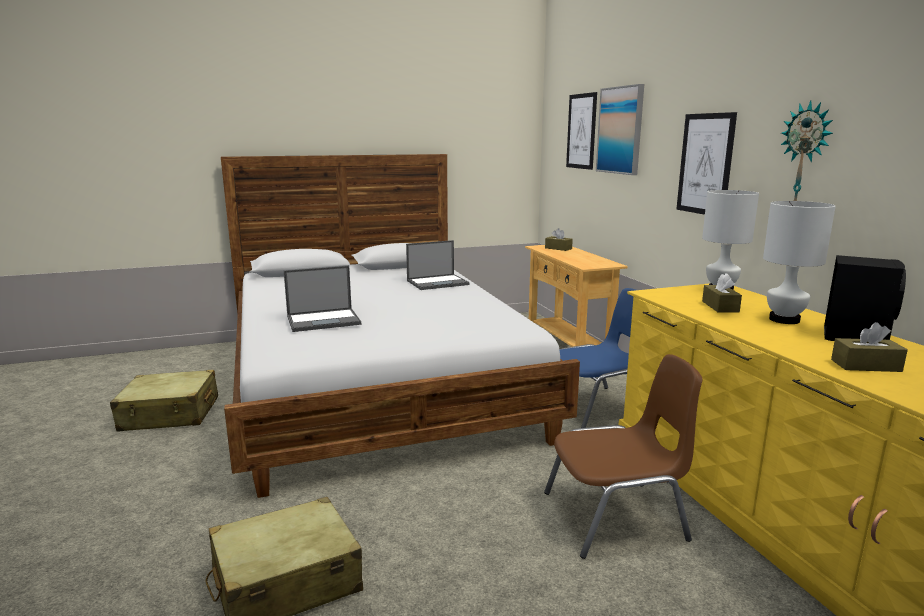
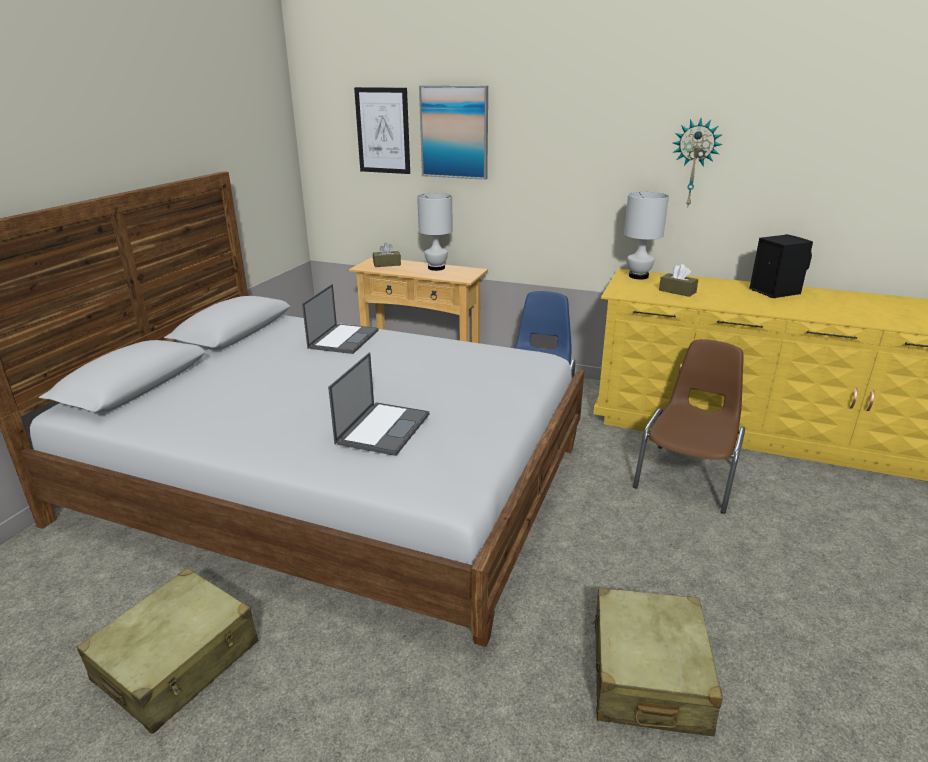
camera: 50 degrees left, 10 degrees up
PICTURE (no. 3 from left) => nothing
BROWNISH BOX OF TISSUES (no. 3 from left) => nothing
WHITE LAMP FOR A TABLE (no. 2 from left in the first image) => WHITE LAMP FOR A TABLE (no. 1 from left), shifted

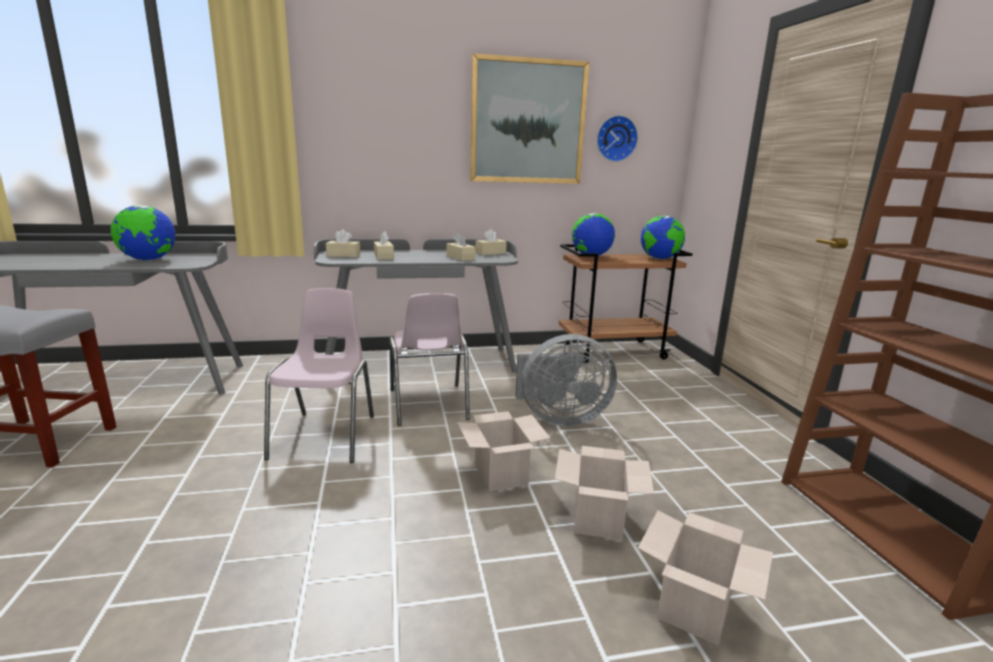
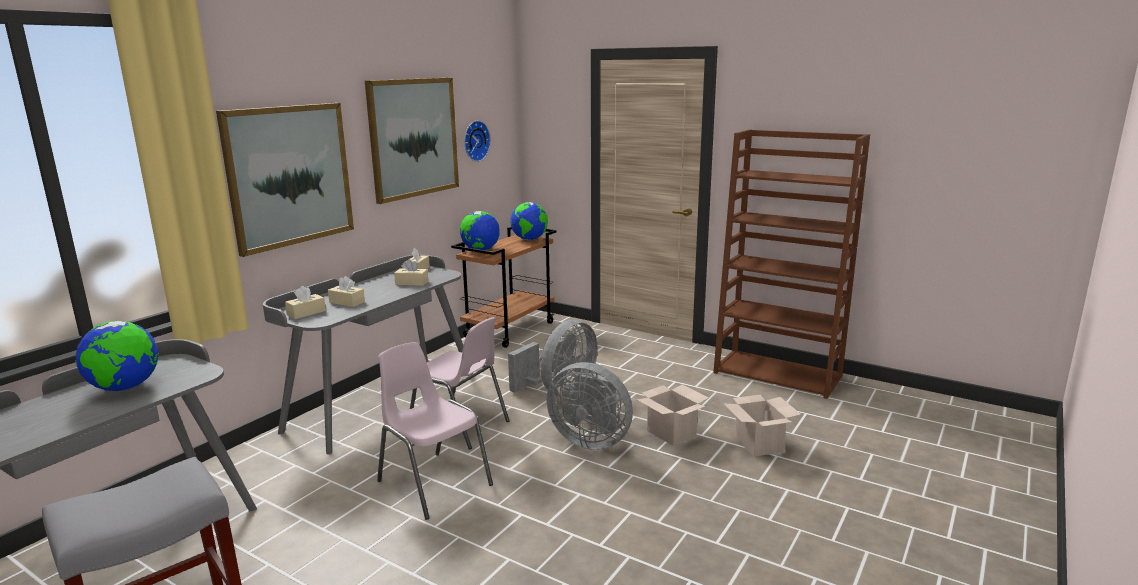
camera: 45 degrees left, 0 degrees up
nothing => PICTURE (no. 1 from left)
CARDBOARD BOX (no. 1 from left) => GRAY ELECTRIC FAN (no. 2 from left)

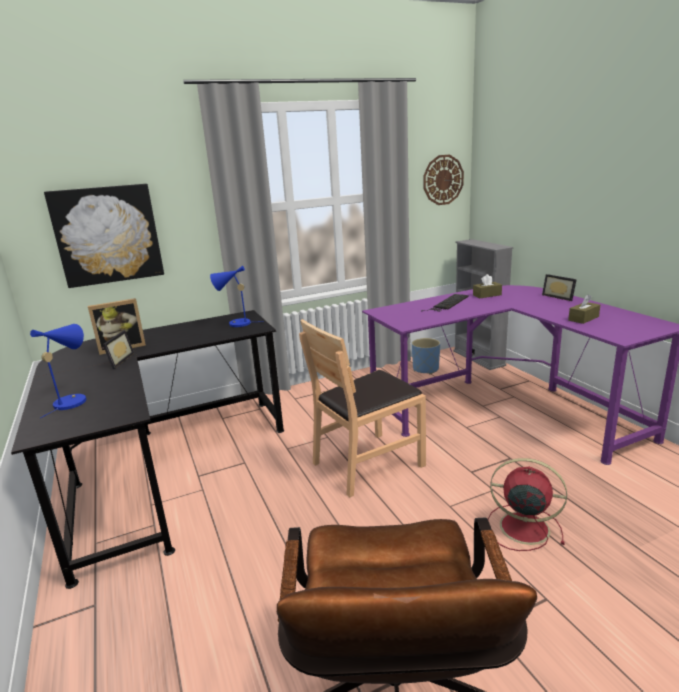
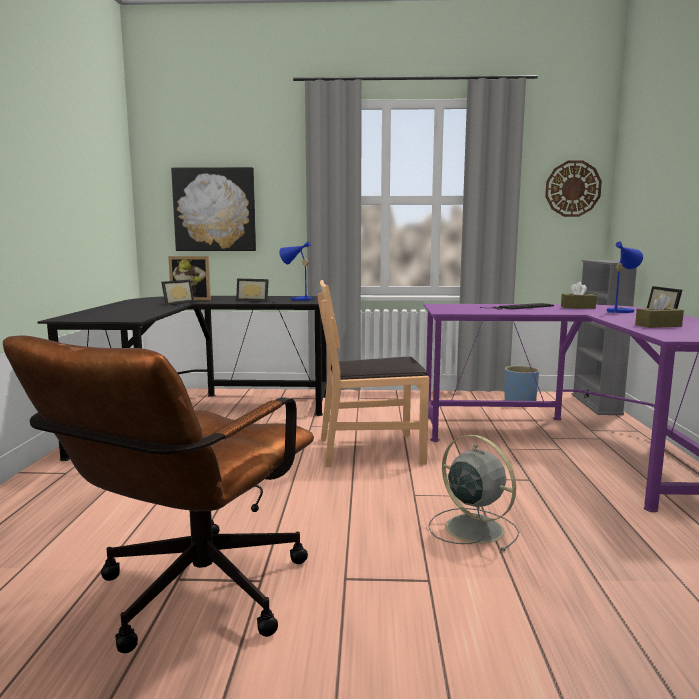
camera: 25 degrees right, 10 degrees down
nothing => PICTURE FRAME (no. 3 from left)
BLUE-COLOURED LAMP FOR A TABLE (no. 1 from left in the first image) => BLUE-COLOURED LAMP FOR A TABLE (no. 2 from left), shifted
RED-COLOURED ELECTRIC FAN => GRAY ELECTRIC FAN

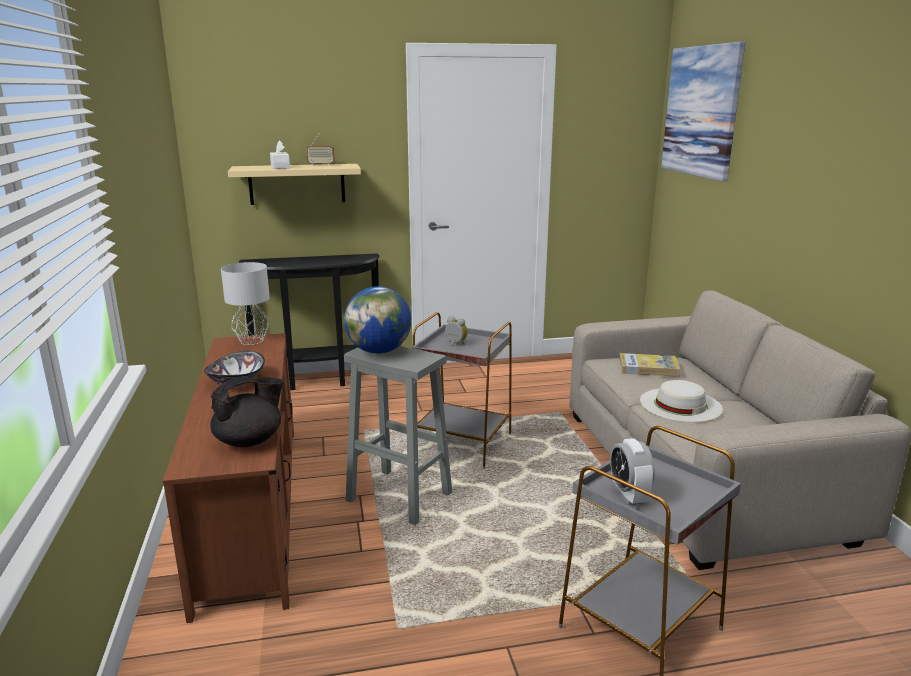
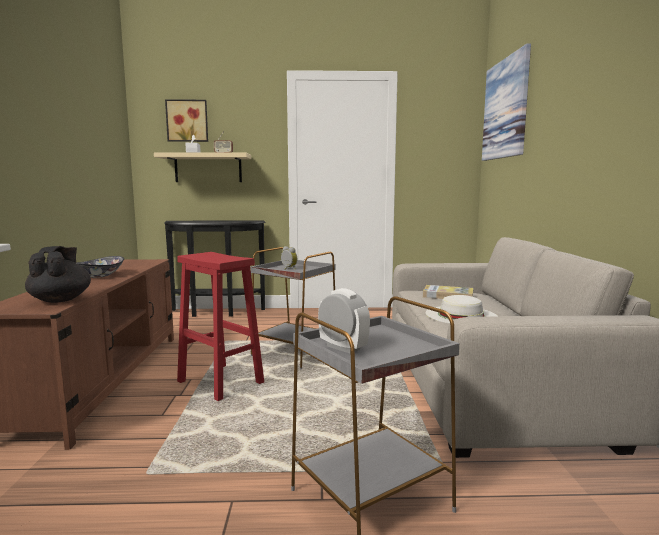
camera: 10 degrees right, 10 degrees down
GRAY LAMP FOR A TABLE => nothing
DESK GLOBE => nothing
nothing => PICTURE (no. 1 from left)
GRAY STOOL SEAT => RED-COLOURED STOOL SEAT
BLACK TEAPOT, 75 degrees counterclockwise
TABLE CLOCK (no. 2 from left), 135 degrees clockwise

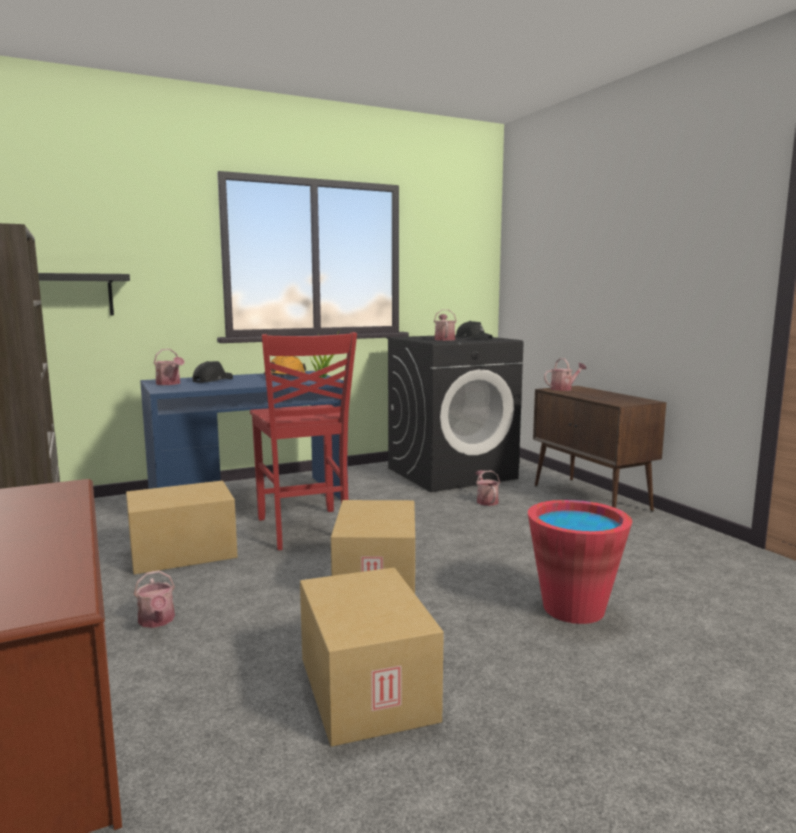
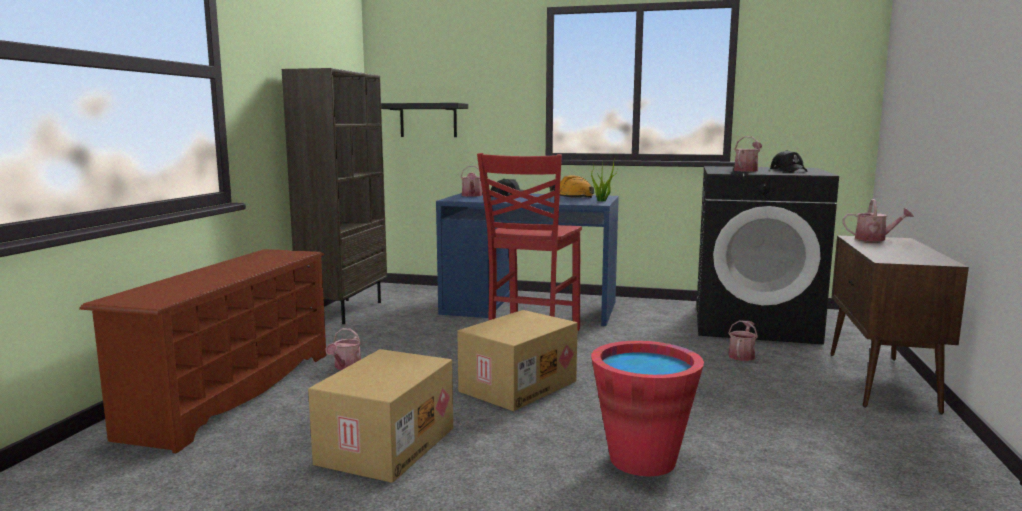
camera: 40 degrees right, 0 degrees up
CARDBOARD BOX (no. 1 from left) => nothing

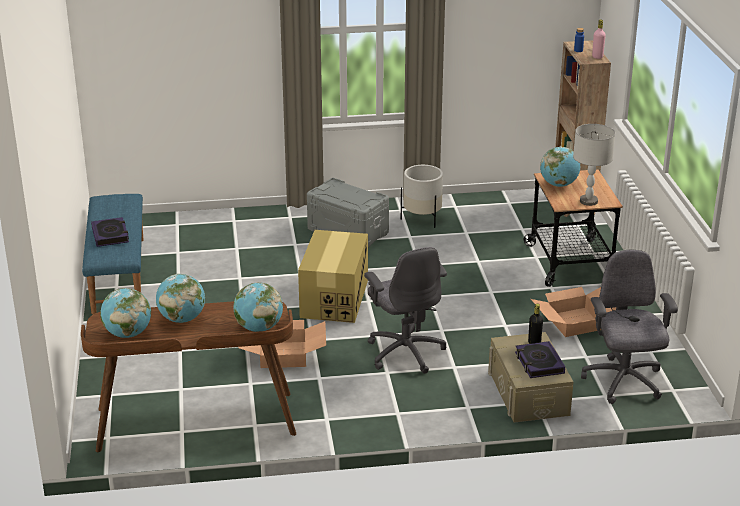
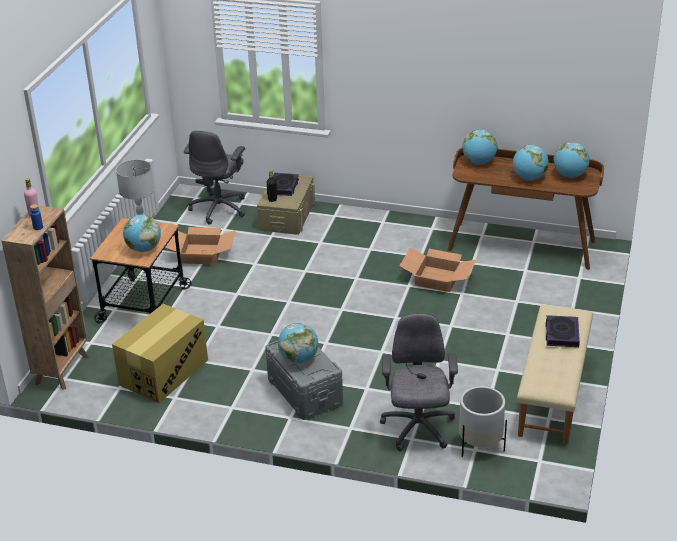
camera: 155 degrees left, 5 degrees up
nothing => DESK GLOBE (no. 2 from left)
CARDBOARD BOX (no. 2 from left in the first image) => CARDBOARD BOX (no. 1 from left), shifted
GRAY DESK CHAIR (no. 1 from left in the first image) => GRAY DESK CHAIR (no. 2 from left), shifted
WHITE PLANT POT, shifted
BLUE-COLOURED BENCH => BEIGE BENCH

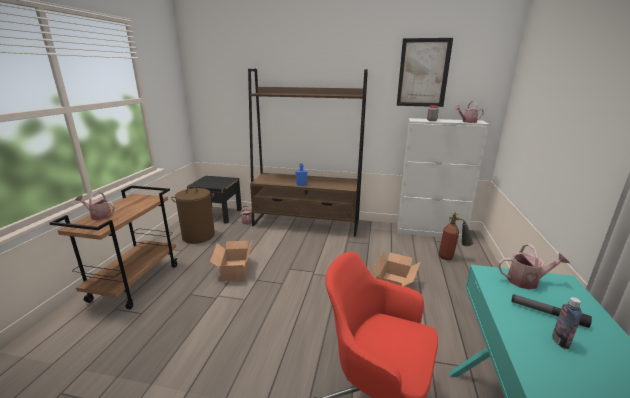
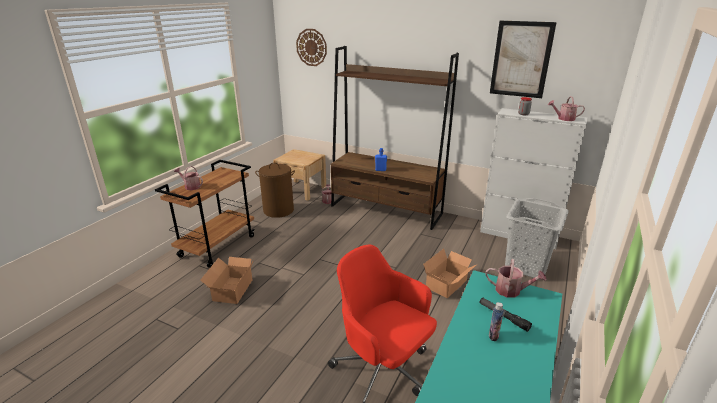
camera: 15 degrees right, 5 degrees up
nothing => CLOCK ON THE WALL
CARDBOARD BOX (no. 1 from left), shifted
FIRE-FIGHTING CYLINDER => GRAY HAMPER
BLACK NIGHTSTAND => BEIGE NIGHTSTAND

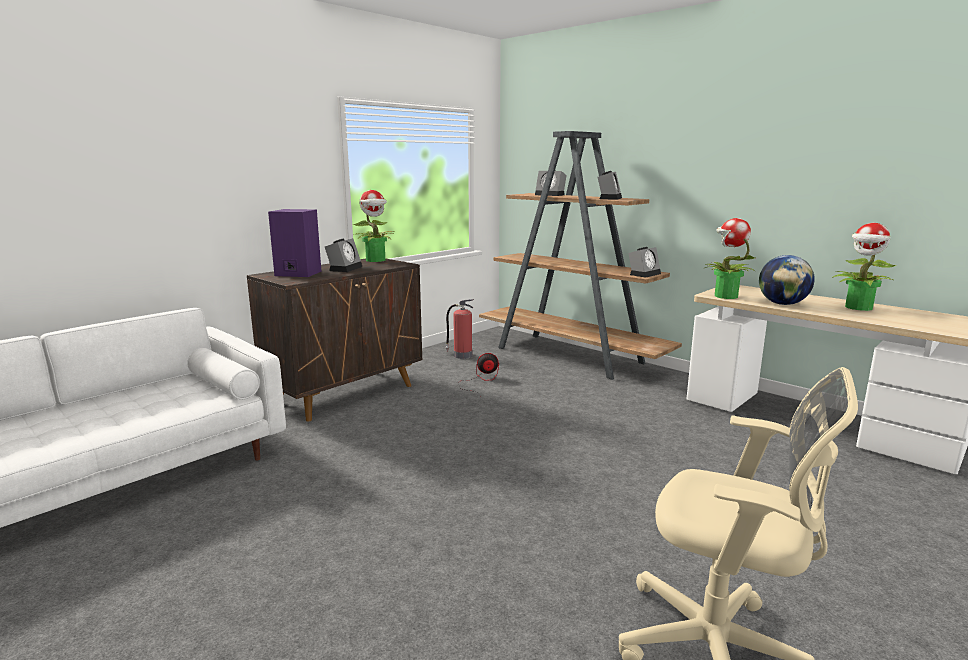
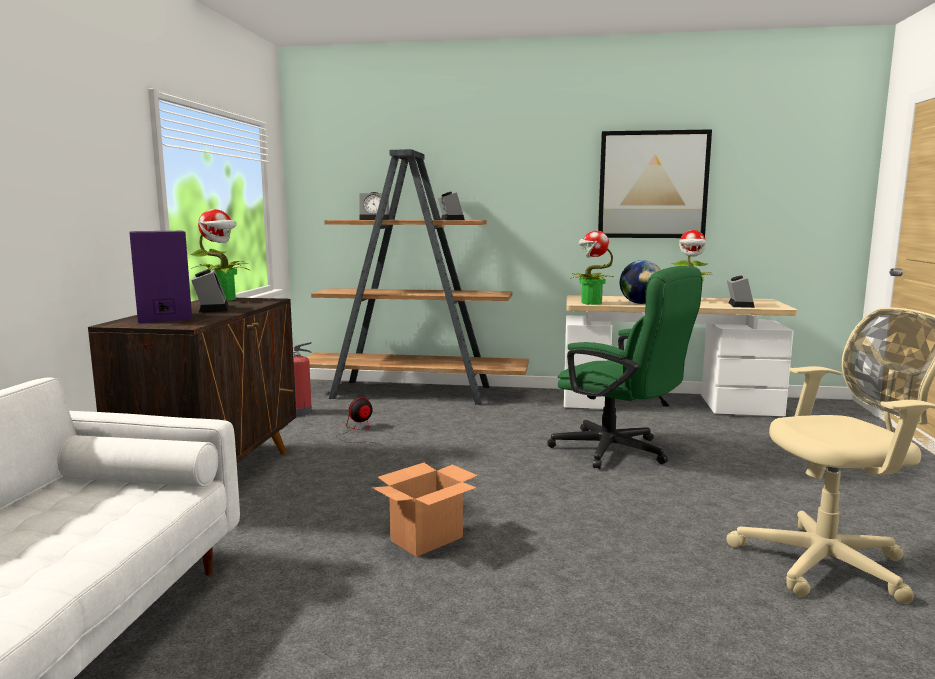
camera: 35 degrees left, 5 degrees down
nothing => CARDBOARD BOX
nothing => GREENISH DESK CHAIR
nothing => PICTURE
TABLE CLOCK (no. 4 from left), shifted

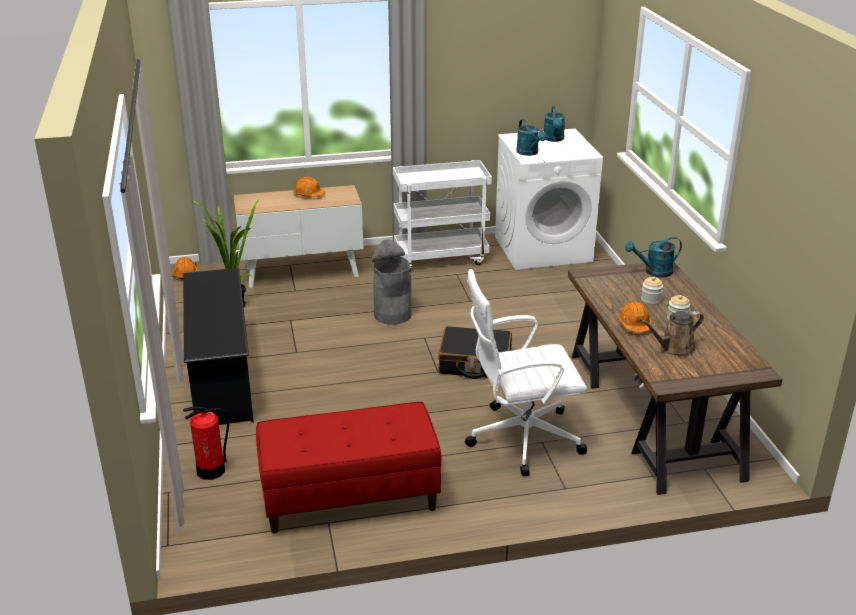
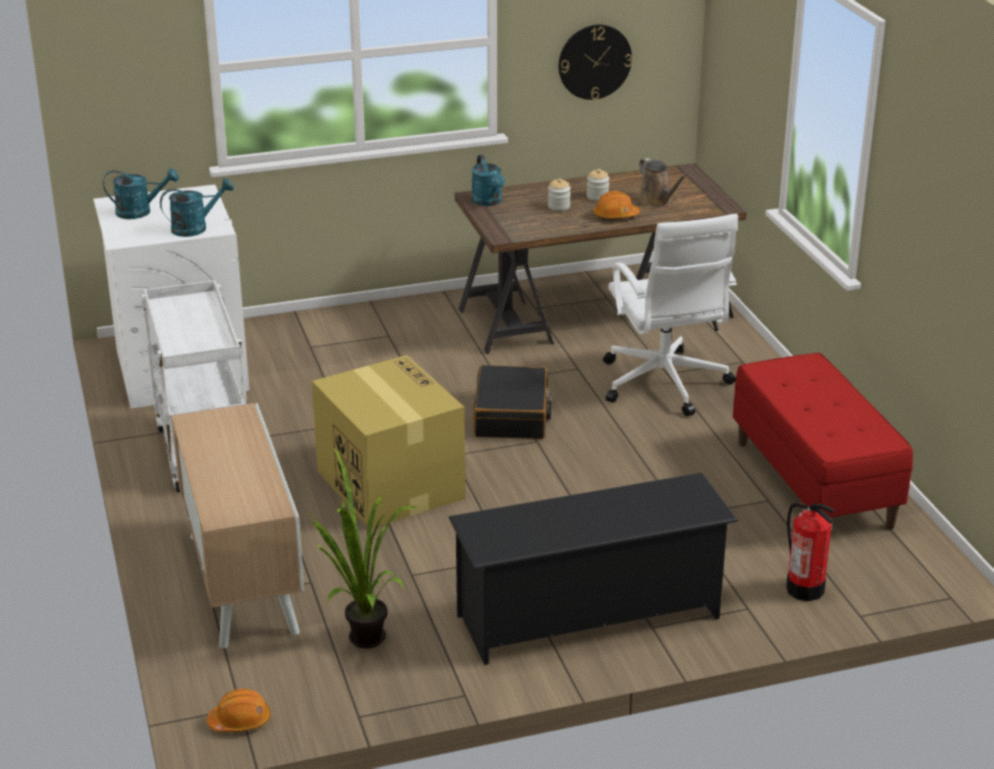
camera: 95 degrees left, 0 degrees up
ORANGEY HARD HAT (no. 2 from left) => nothing
nothing => CLOCK ON THE WALL
GRAY RUBBISH BIN => CARDBOARD BOX

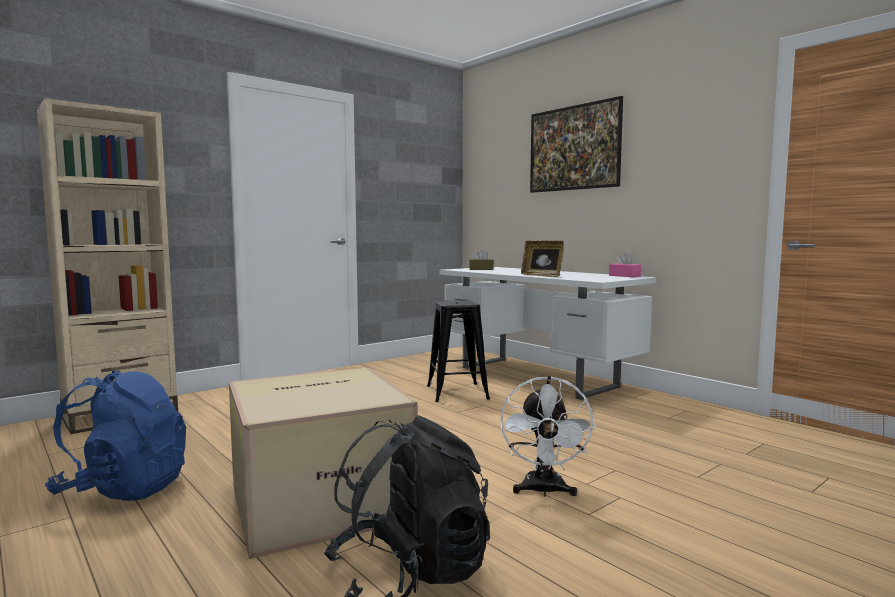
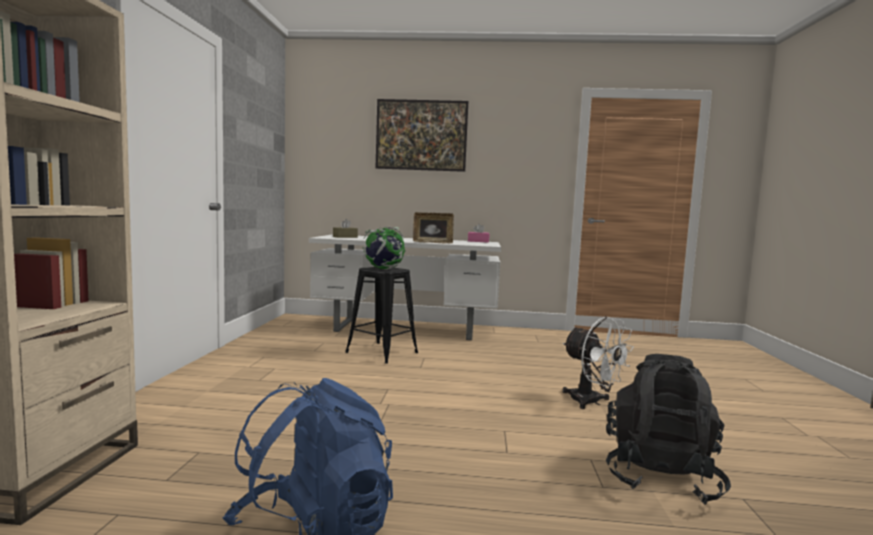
camera: 45 degrees left, 0 degrees up
CARDBOARD BOX => nothing
nothing => DESK GLOBE

